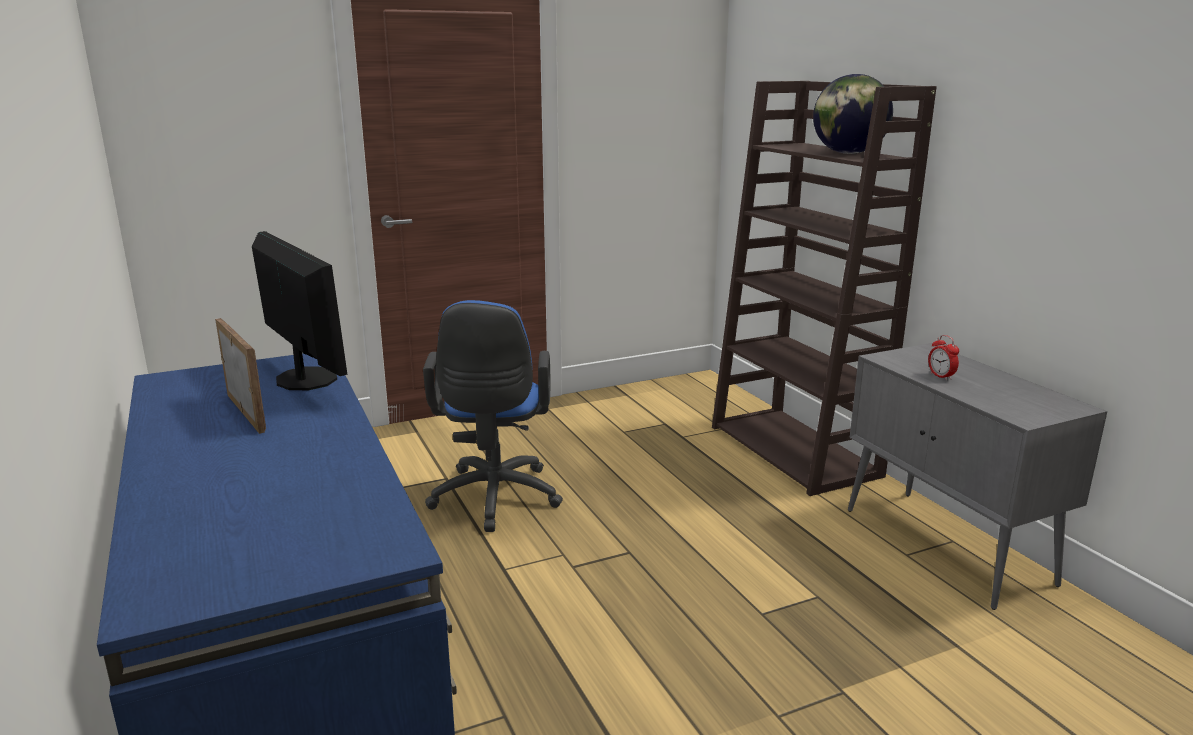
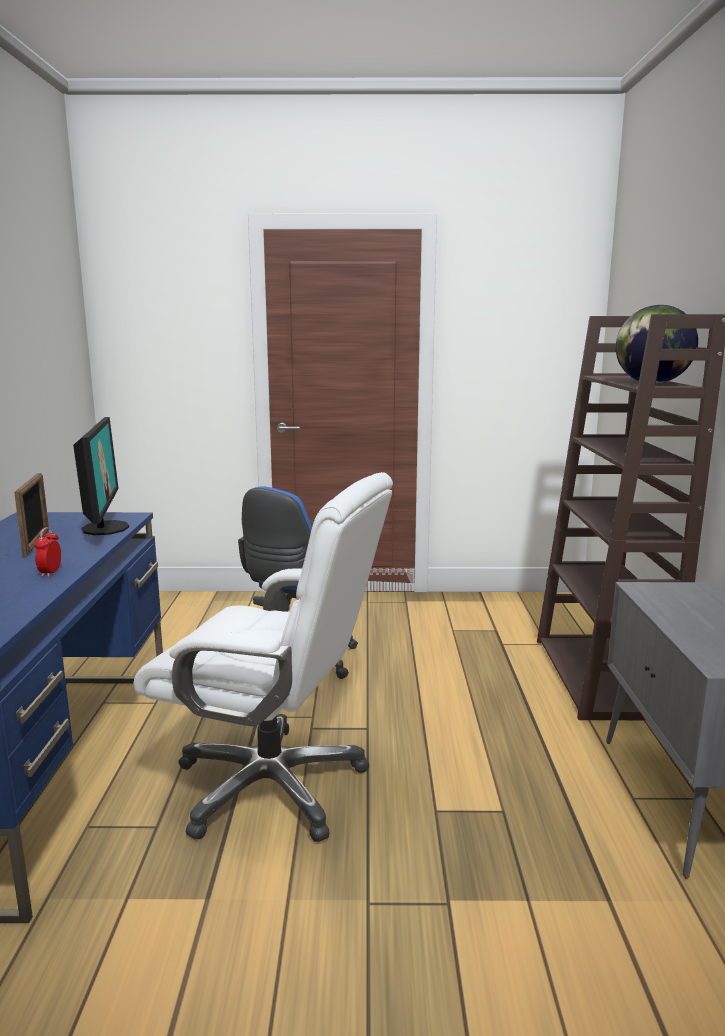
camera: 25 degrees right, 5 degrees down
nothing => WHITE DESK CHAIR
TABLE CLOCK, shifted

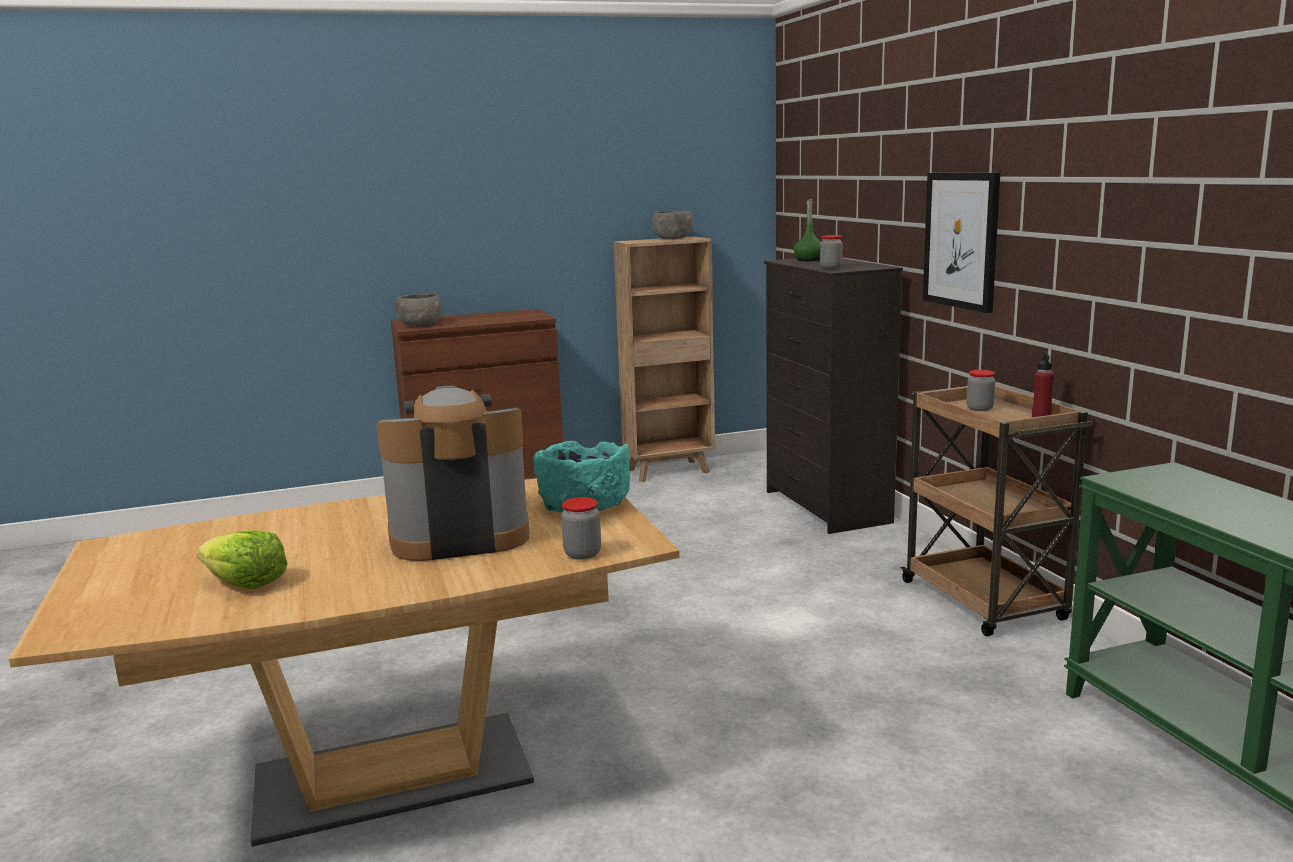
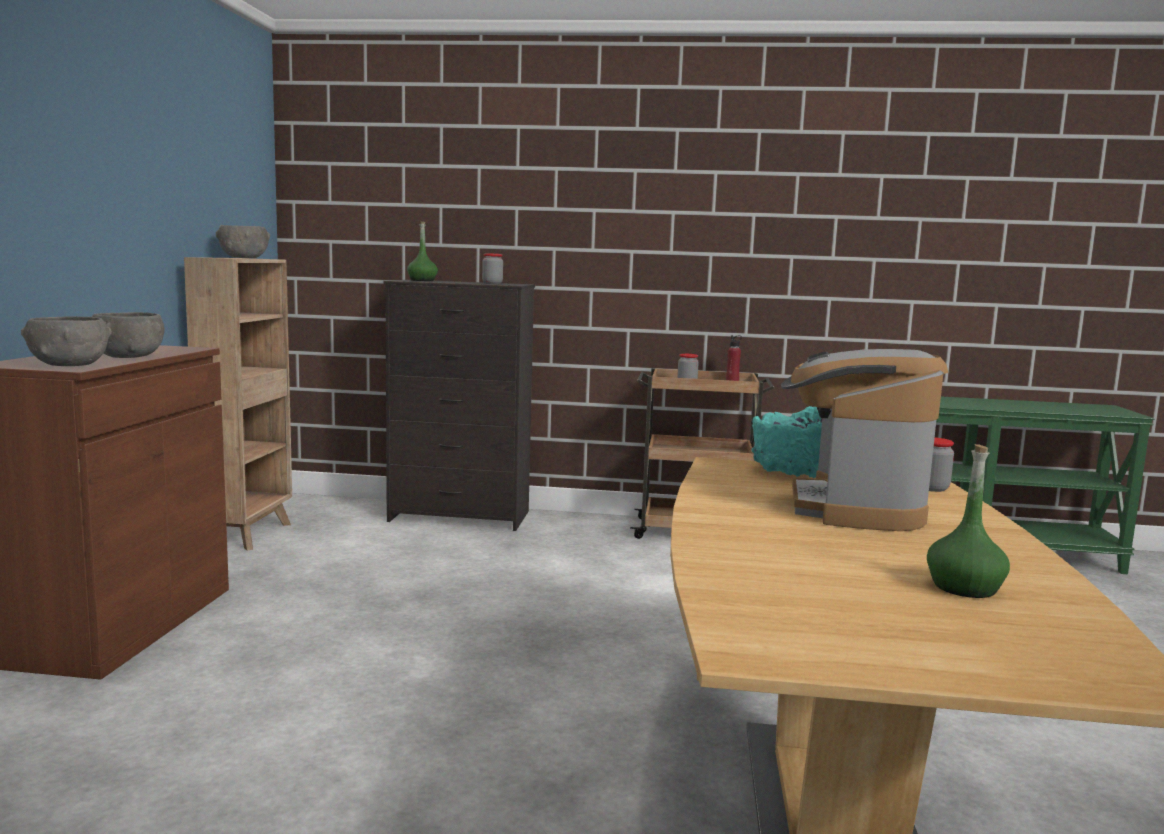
camera: 65 degrees left, 5 degrees down
PICTURE => nothing
nothing => GRAY SERVING BOWL (no. 2 from left)
HEAD OF LETTUCE => GREENISH BOTTLE (no. 2 from left)

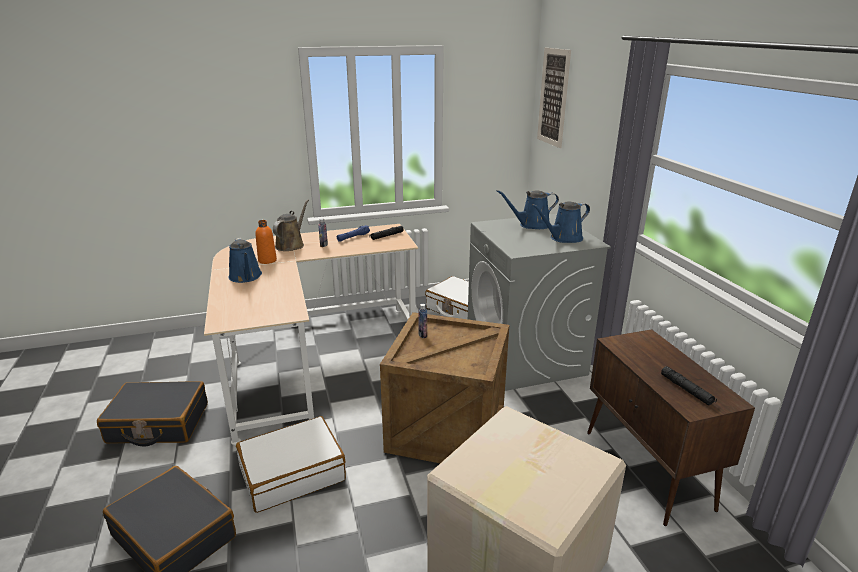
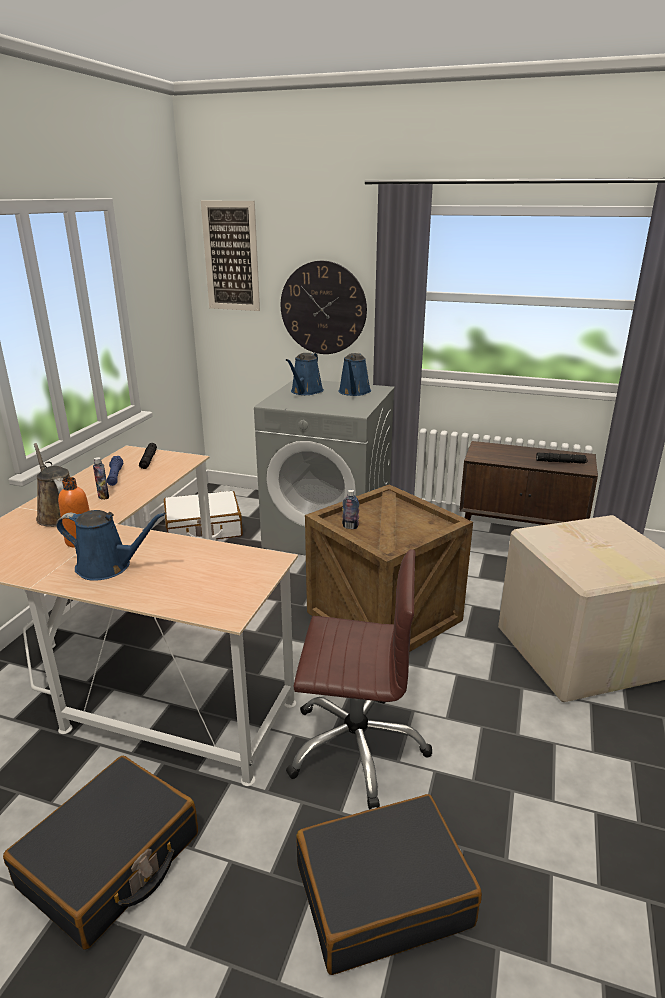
camera: 55 degrees left, 0 degrees up
nothing => CLOCK ON THE WALL
WHITE TRAVEL CASE (no. 1 from left) => BROWNISH DESK CHAIR

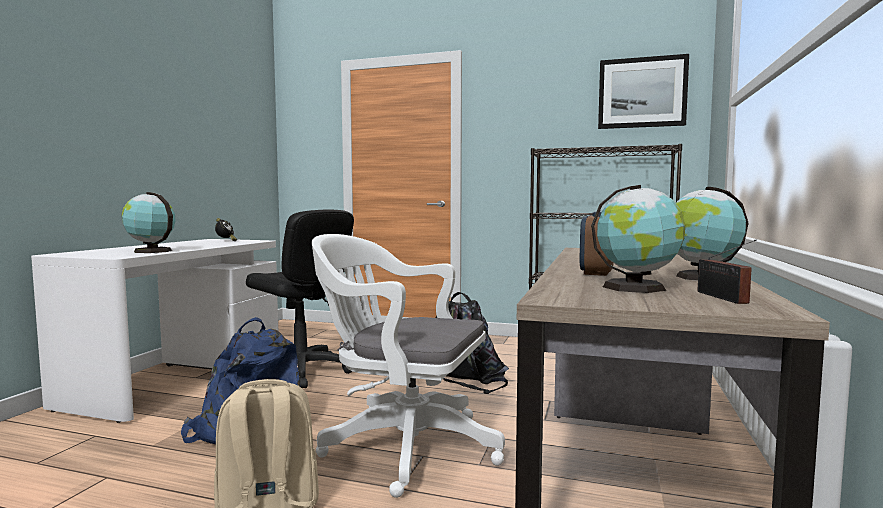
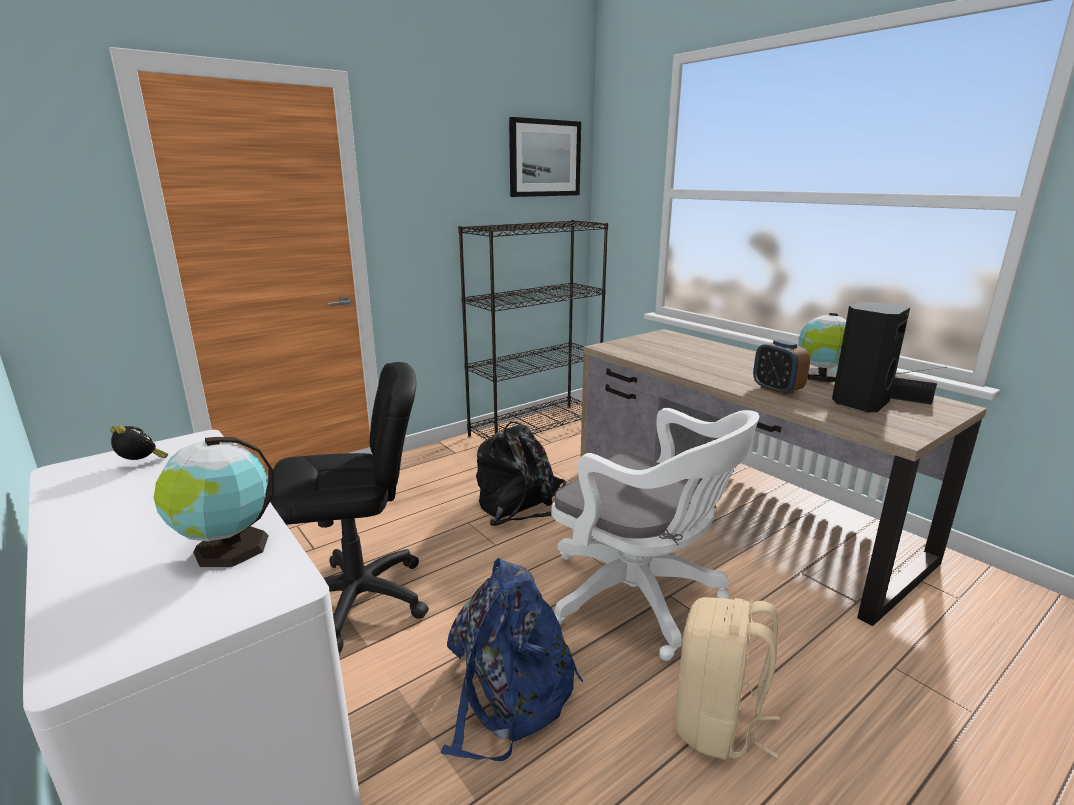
camera: 55 degrees left, 15 degrees up
DESK GLOBE (no. 2 from left) => BLACK LOUDSPEAKER
WHITE DESK CHAIR, 105 degrees counterclockwise

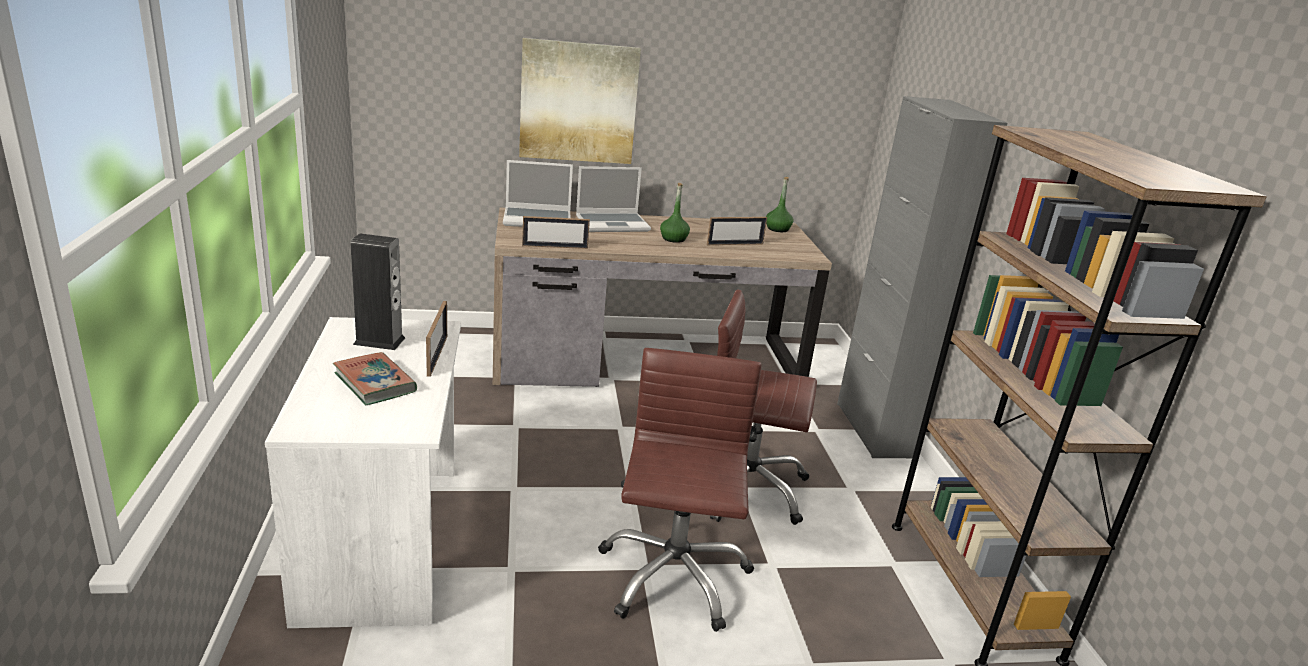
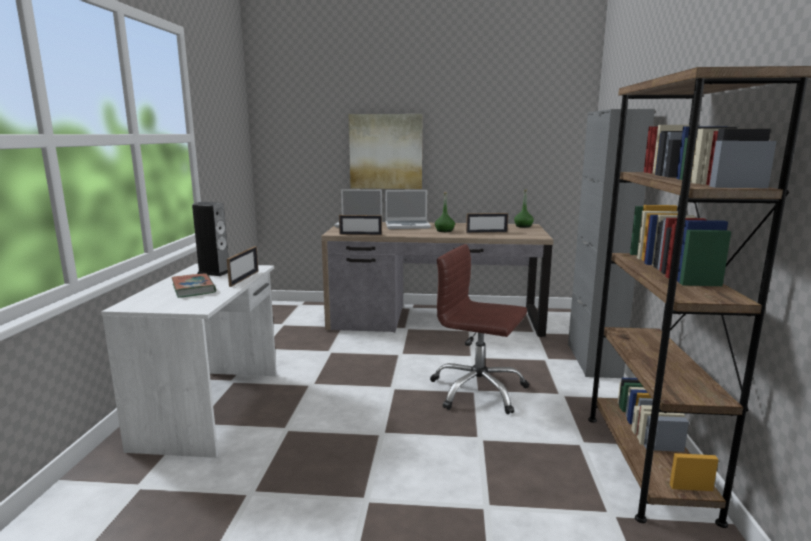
camera: 15 degrees right, 10 degrees down
BROWNISH DESK CHAIR (no. 1 from left) => nothing

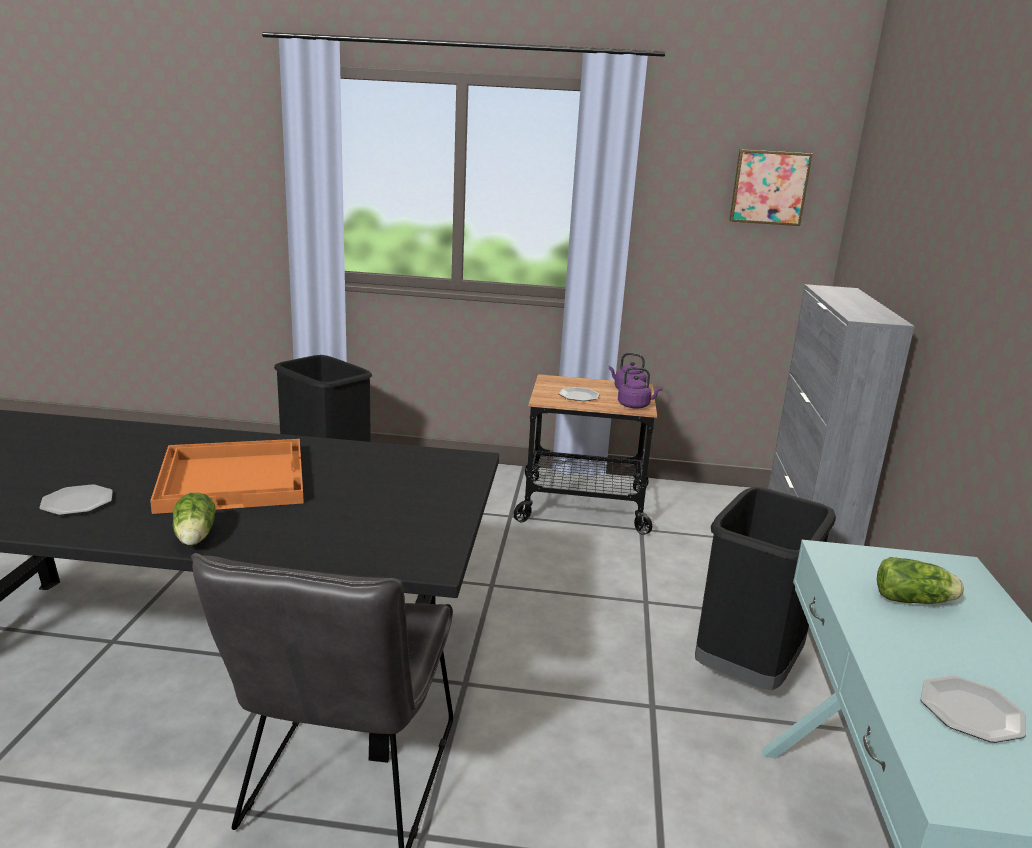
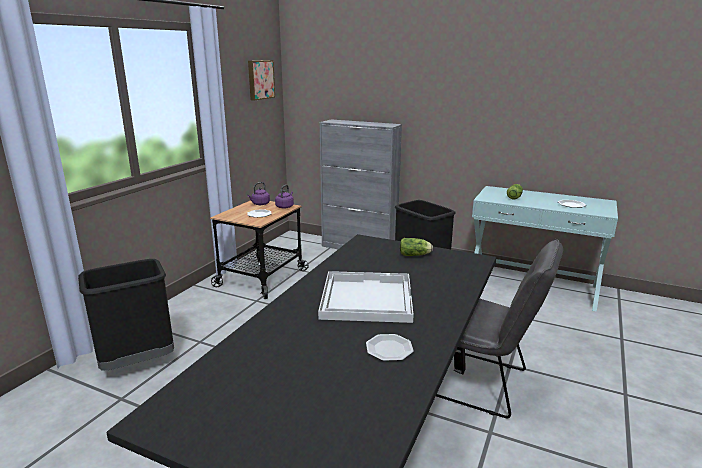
camera: 70 degrees left, 0 degrees up
HEAD OF LETTUCE (no. 1 from left), shifted
ORANGEY TRAY => WHITE TRAY

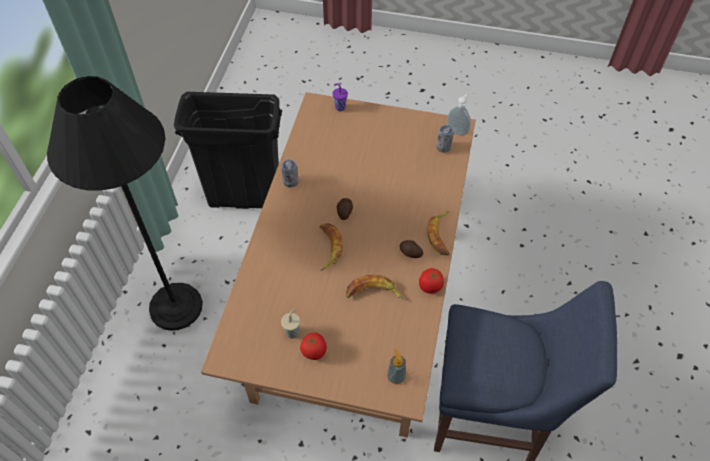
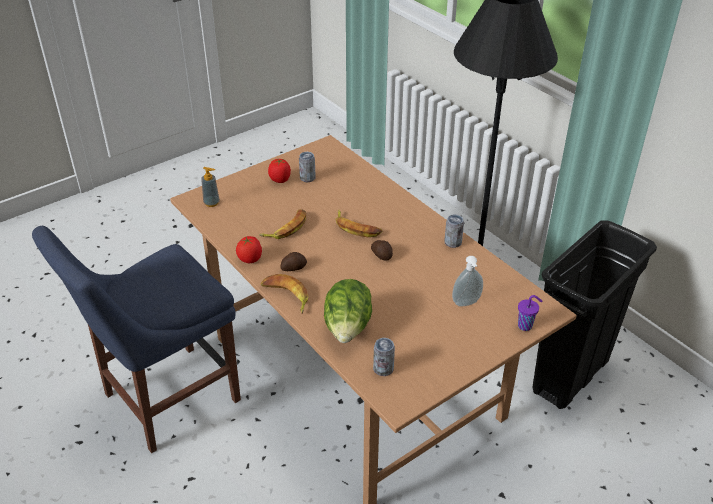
camera: 130 degrees right, 15 degrees down
nothing => HEAD OF LETTUCE
SOAP BOTTLE (no. 2 from left), shifted
BEIGE SMALL CUP => METAL CAN (no. 1 from left)

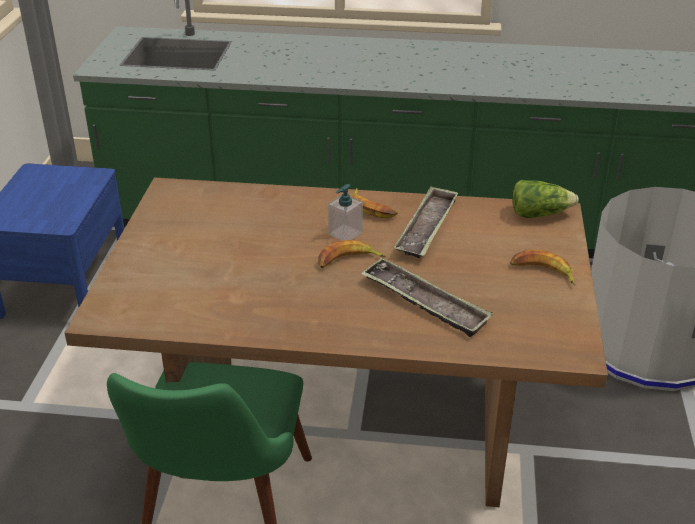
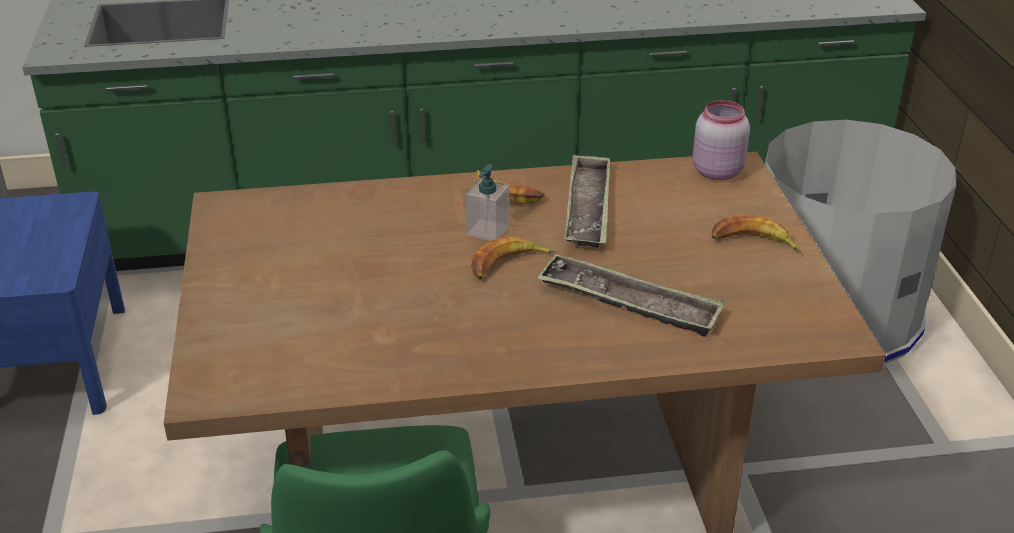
camera: 15 degrees left, 0 degrees up
HEAD OF LETTUCE => PINK JAR

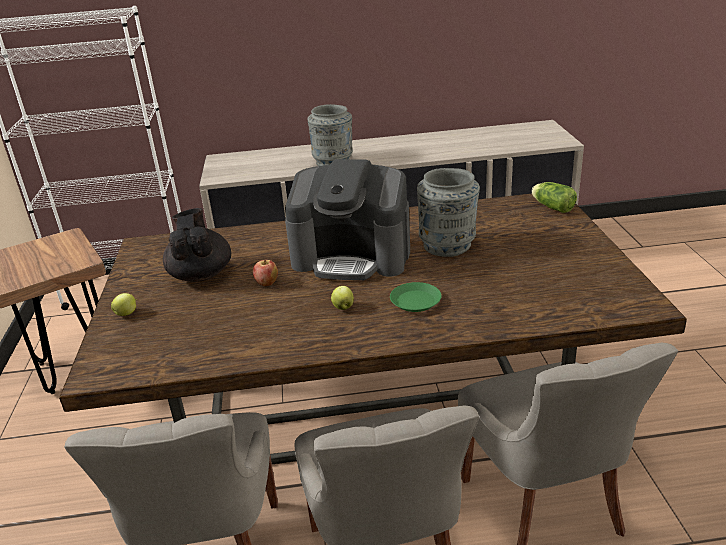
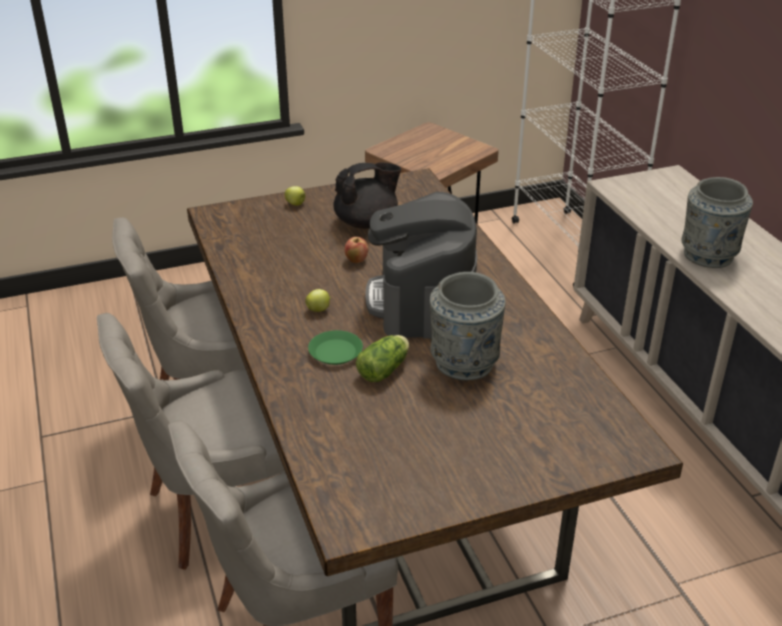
camera: 75 degrees right, 5 degrees up
HEAD OF LETTUCE, shifted

